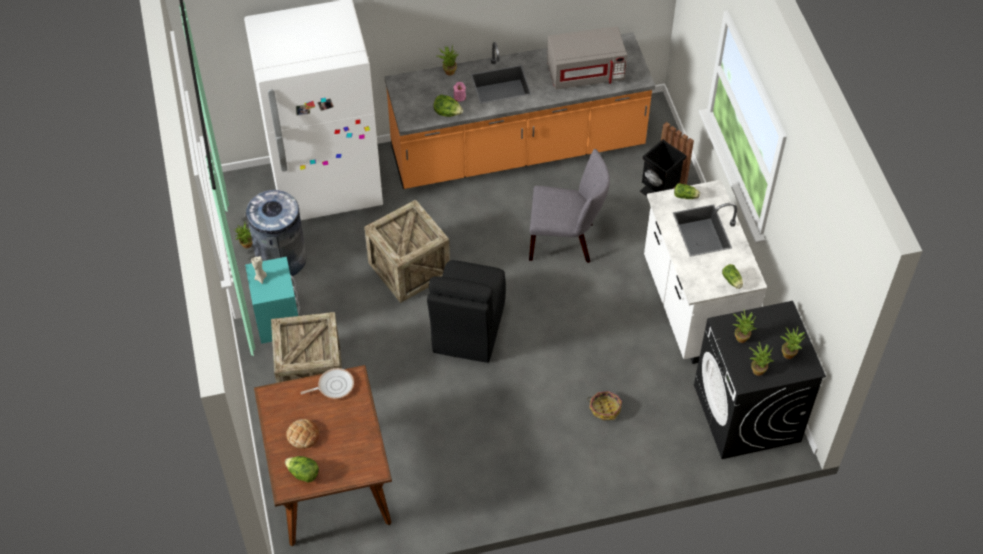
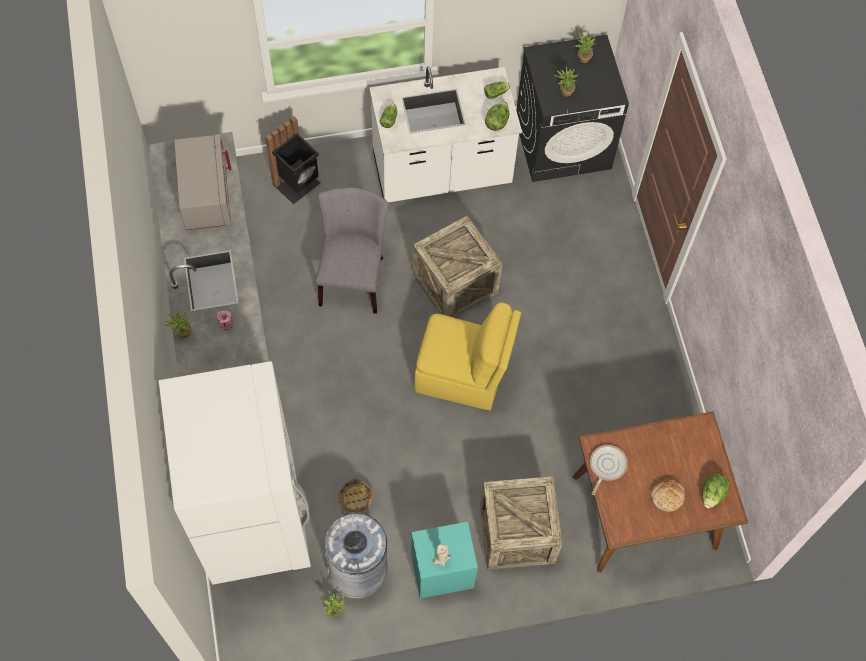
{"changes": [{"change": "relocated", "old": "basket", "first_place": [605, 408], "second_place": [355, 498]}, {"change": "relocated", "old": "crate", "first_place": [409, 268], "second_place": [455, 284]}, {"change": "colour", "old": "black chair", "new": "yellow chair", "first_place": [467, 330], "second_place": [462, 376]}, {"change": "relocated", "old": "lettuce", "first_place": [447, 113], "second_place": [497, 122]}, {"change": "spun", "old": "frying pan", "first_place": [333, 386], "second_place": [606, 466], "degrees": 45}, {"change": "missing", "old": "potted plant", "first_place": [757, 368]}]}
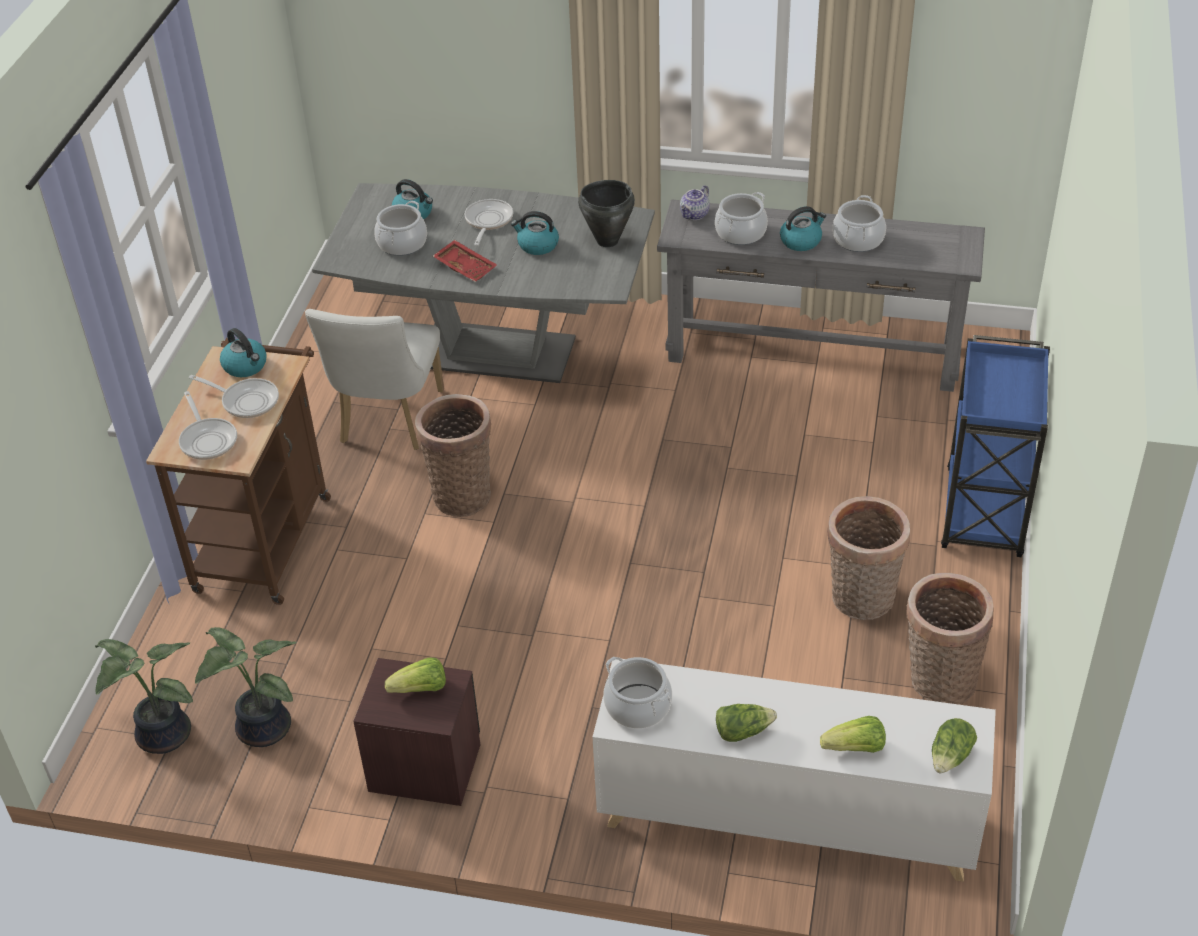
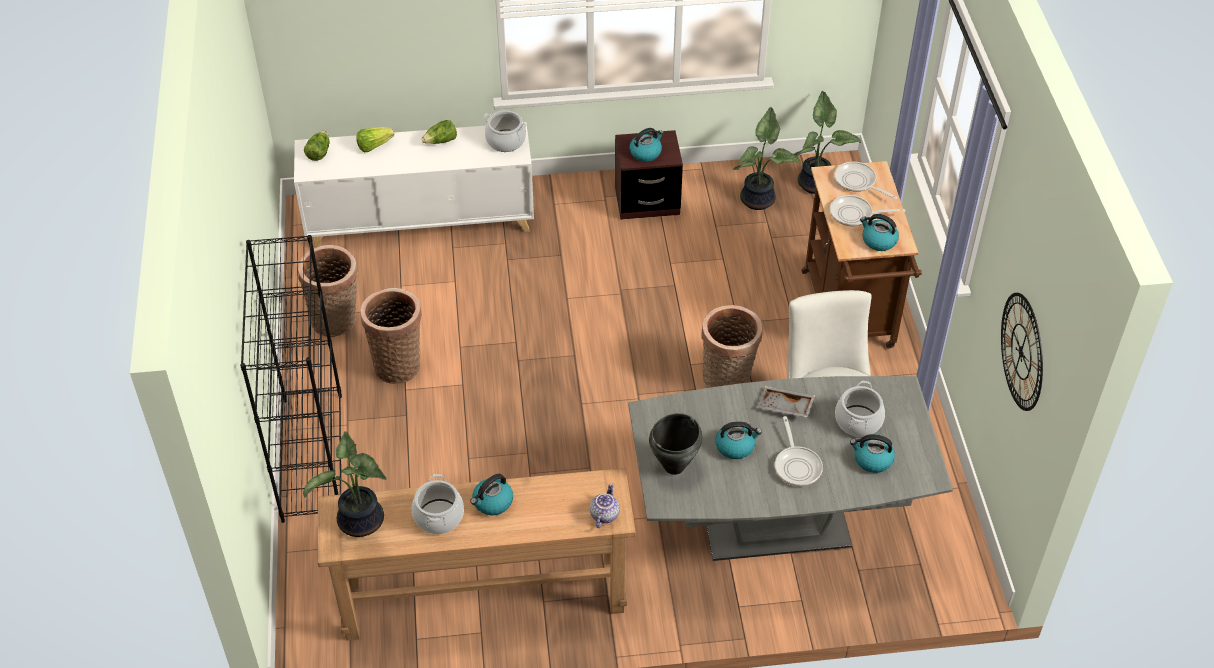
{"changes": [{"change": "exchanged", "old": "blue cart", "new": "black bookcase", "first_place": [983, 514], "second_place": [311, 456]}, {"change": "appeared", "new": "potted plant", "second_place": [360, 523]}, {"change": "colour", "old": "grey console table", "new": "brown console table", "first_place": [813, 353], "second_place": [483, 595]}, {"change": "exchanged", "old": "lettuce", "new": "kettle", "first_place": [421, 689], "second_place": [646, 153]}, {"change": "colour", "old": "red tray", "new": "grey tray", "first_place": [466, 267], "second_place": [785, 407]}, {"change": "appeared", "new": "wall clock", "second_place": [1021, 351]}, {"change": "missing", "old": "cooking pot", "first_place": [740, 233]}]}
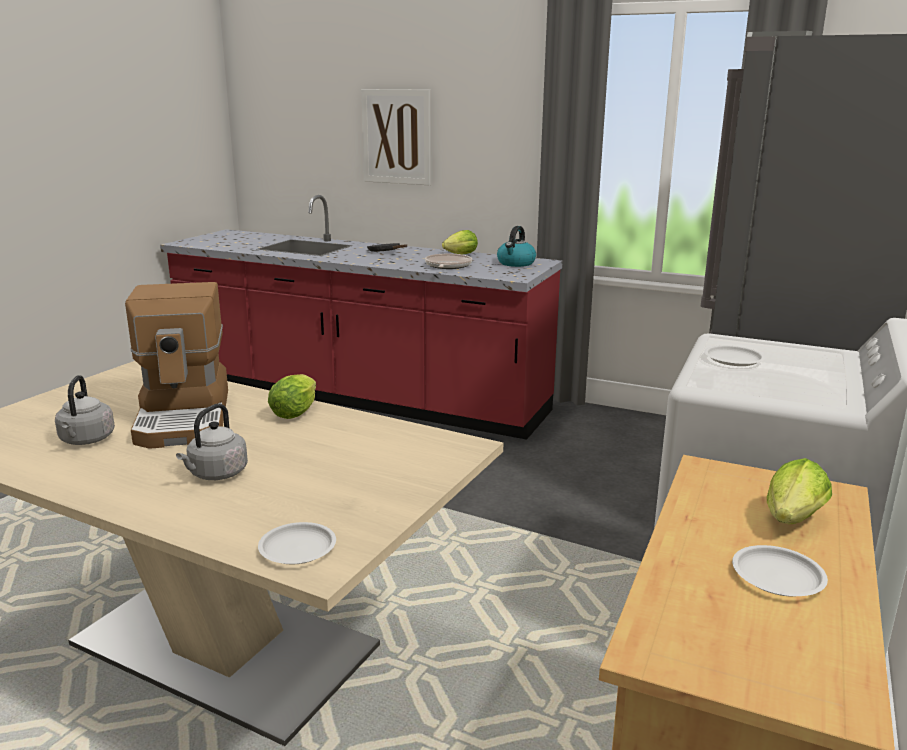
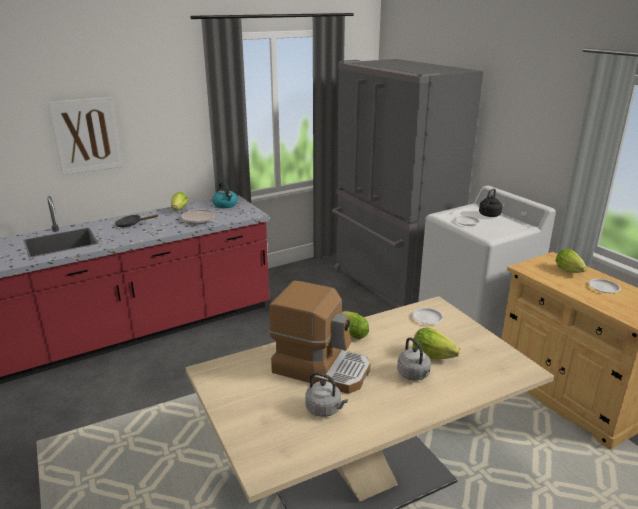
{"changes": [{"change": "relocated", "old": "white plate", "first_place": [298, 548], "second_place": [427, 318]}, {"change": "appeared", "new": "lettuce", "second_place": [432, 355]}, {"change": "appeared", "new": "black kettle", "second_place": [488, 215]}]}
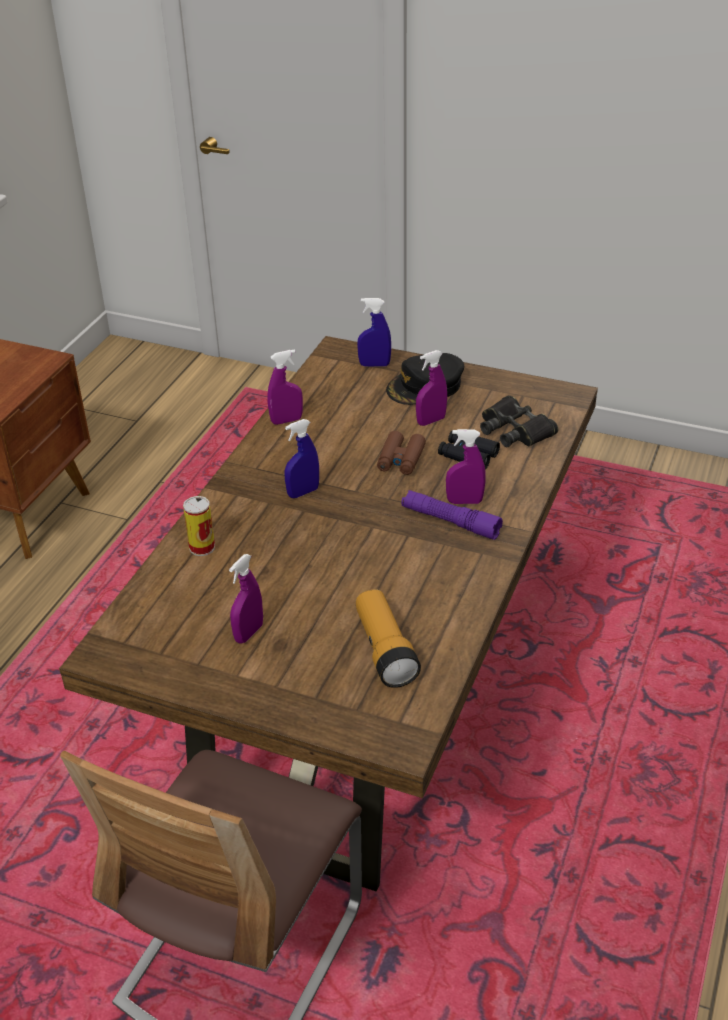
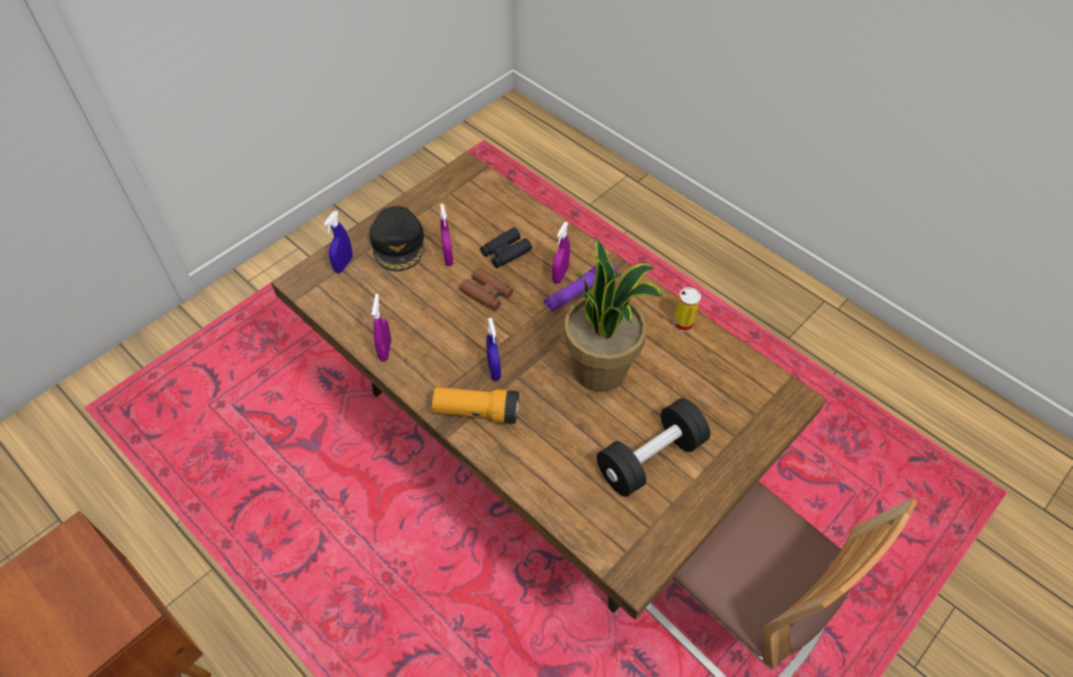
{"changes": [{"change": "relocated", "old": "flashlight", "first_place": [385, 650], "second_place": [476, 412]}, {"change": "appeared", "new": "potted plant", "second_place": [601, 369]}, {"change": "exchanged", "old": "purple spray bottle", "new": "black dumbbell", "first_place": [248, 633], "second_place": [650, 458]}, {"change": "relocated", "old": "can", "first_place": [202, 547], "second_place": [683, 323]}, {"change": "missing", "old": "black binoculars", "first_place": [515, 430]}]}
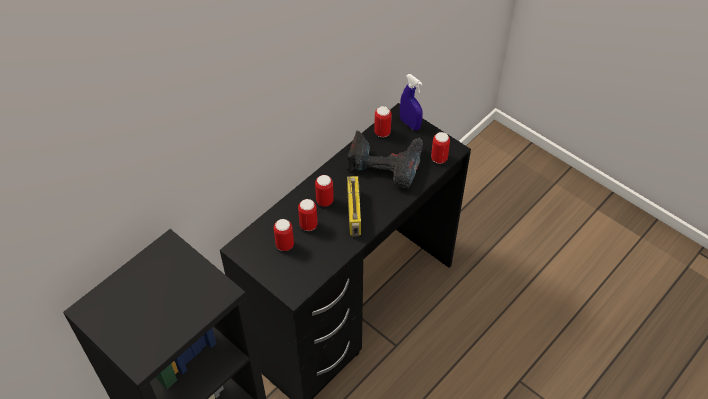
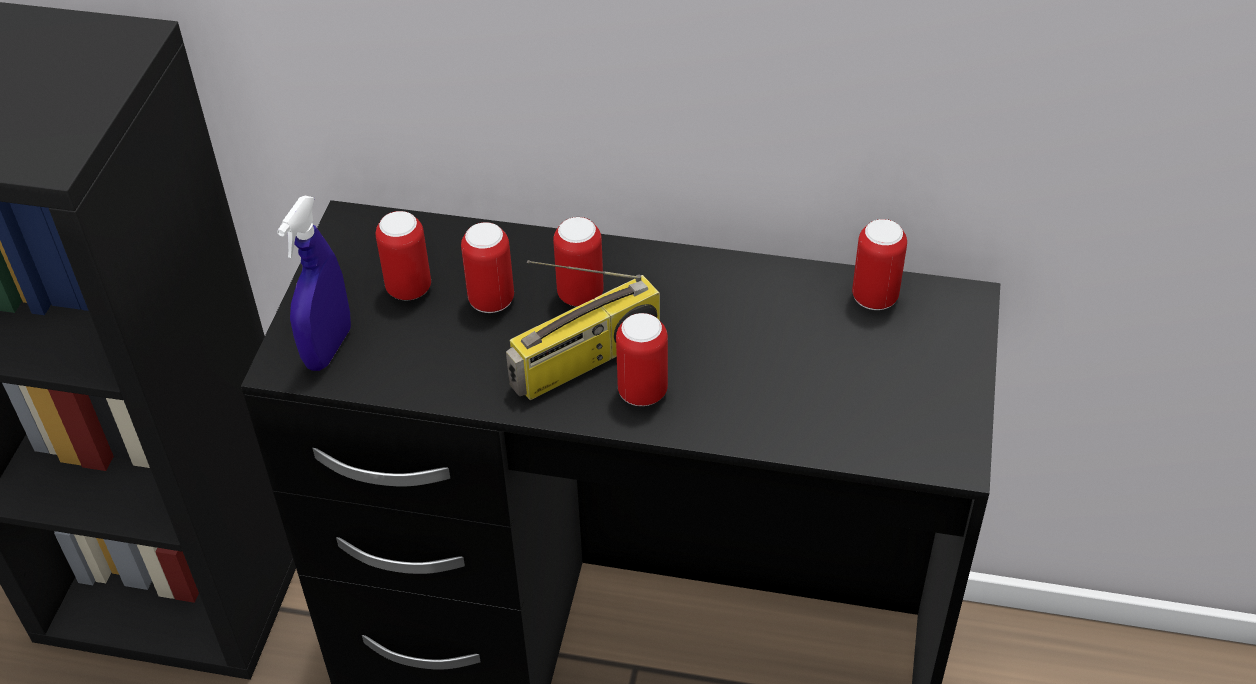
{"changes": [{"change": "relocated", "old": "blue spray bottle", "first_place": [410, 124], "second_place": [328, 348]}, {"change": "relocated", "old": "can", "first_place": [439, 158], "second_place": [642, 392]}, {"change": "missing", "old": "power drill", "first_place": [385, 163]}]}
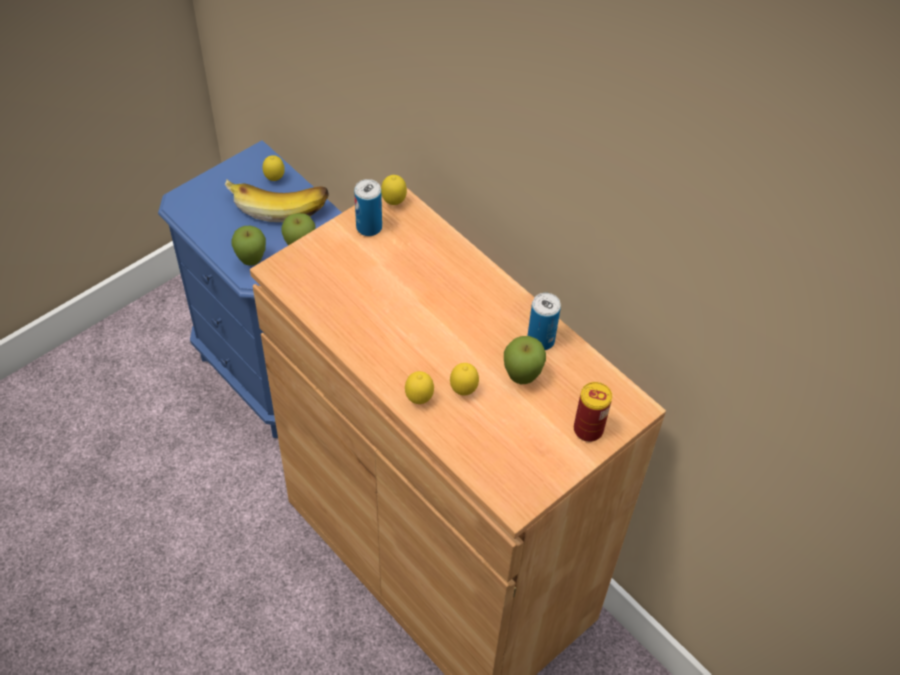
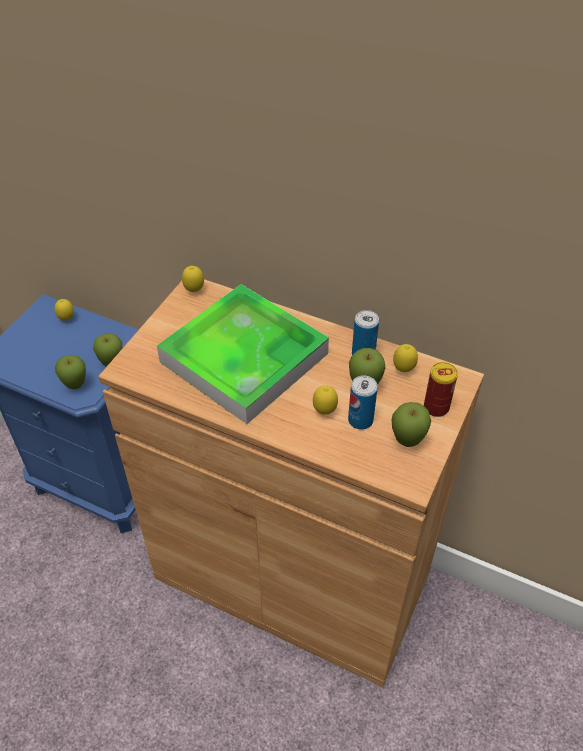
{"changes": [{"change": "appeared", "new": "tray", "second_place": [244, 358]}, {"change": "relocated", "old": "can", "first_place": [369, 227], "second_place": [360, 420]}, {"change": "appeared", "new": "apple", "second_place": [407, 442]}, {"change": "relocated", "old": "lemon", "first_place": [419, 399], "second_place": [403, 370]}, {"change": "missing", "old": "banana", "first_place": [279, 203]}]}
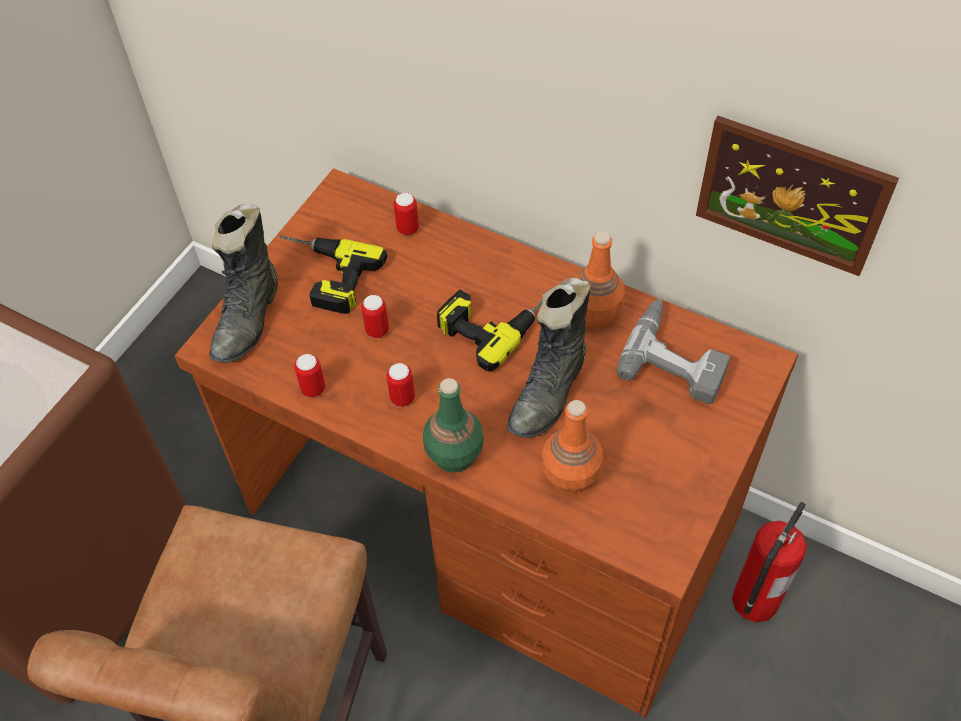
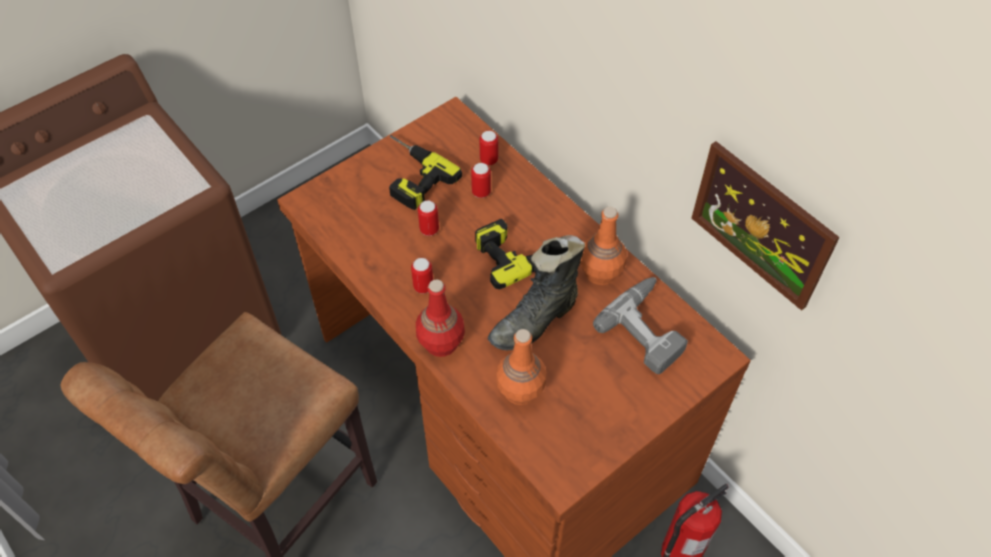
{"changes": [{"change": "colour", "old": "green bottle", "new": "red bottle", "first_place": [454, 455], "second_place": [440, 342]}, {"change": "relocated", "old": "can", "first_place": [313, 389], "second_place": [481, 192]}, {"change": "missing", "old": "black boot", "first_place": [249, 318]}]}
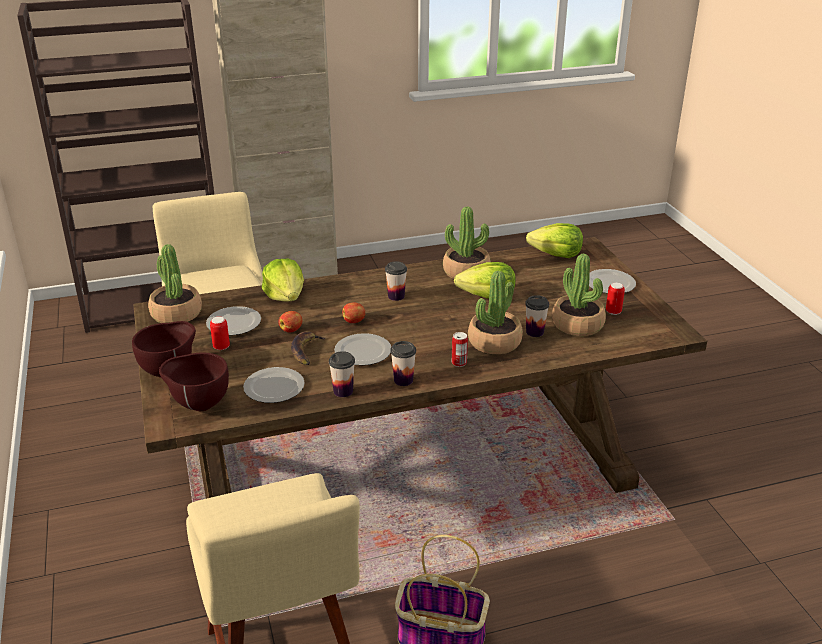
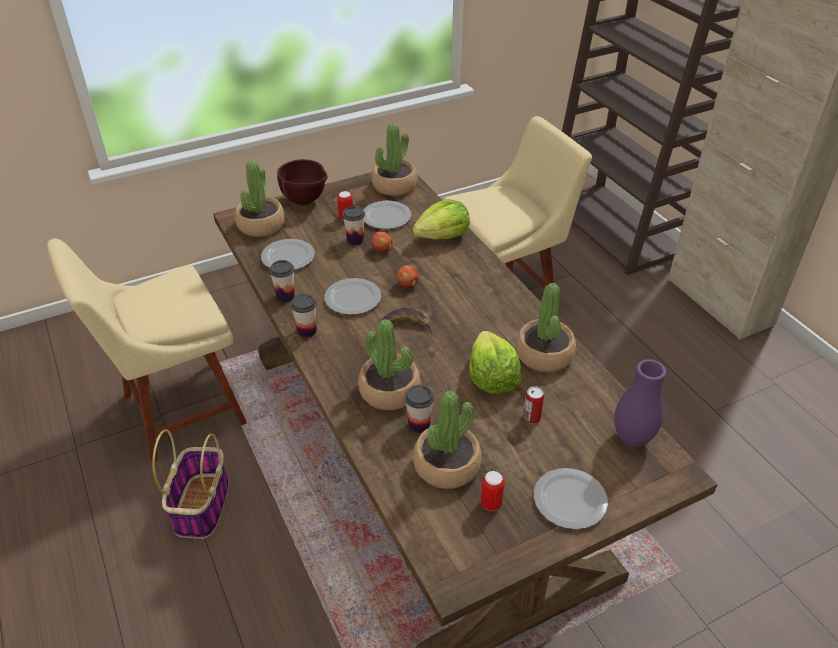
{"changes": [{"change": "exchanged", "old": "brown bowl", "new": "potted plant", "first_place": [198, 405], "second_place": [261, 225]}, {"change": "relocated", "old": "cup", "first_place": [396, 296], "second_place": [355, 240]}, {"change": "relocated", "old": "banana", "first_place": [306, 351], "second_place": [405, 325]}, {"change": "relocated", "old": "can", "first_place": [459, 363], "second_place": [531, 418]}, {"change": "exchanged", "old": "lettuce", "new": "purple vase", "first_place": [556, 255], "second_place": [632, 438]}]}
